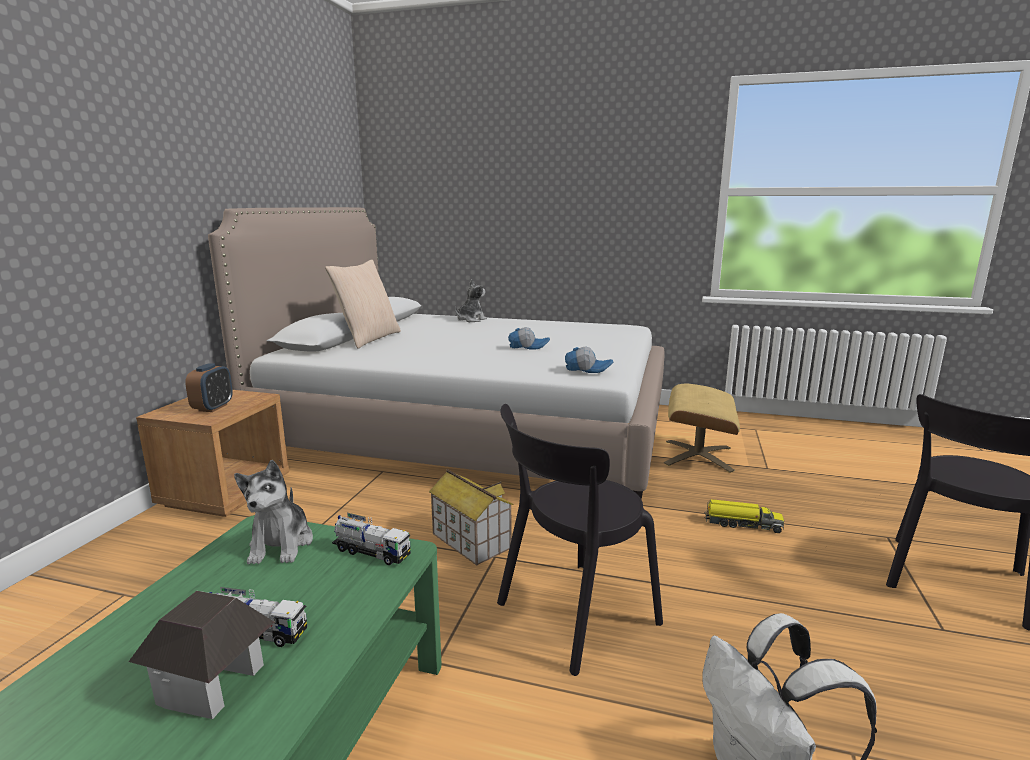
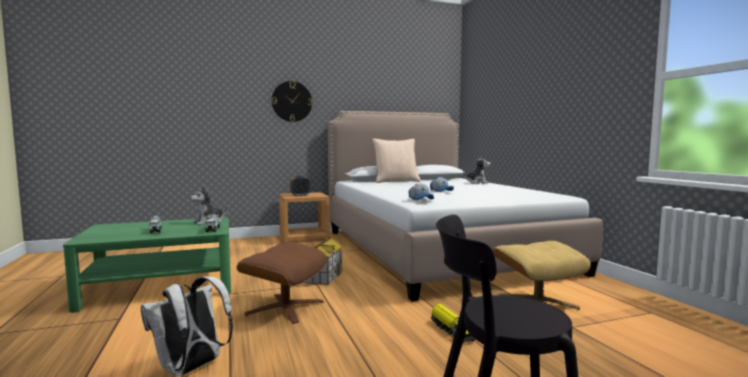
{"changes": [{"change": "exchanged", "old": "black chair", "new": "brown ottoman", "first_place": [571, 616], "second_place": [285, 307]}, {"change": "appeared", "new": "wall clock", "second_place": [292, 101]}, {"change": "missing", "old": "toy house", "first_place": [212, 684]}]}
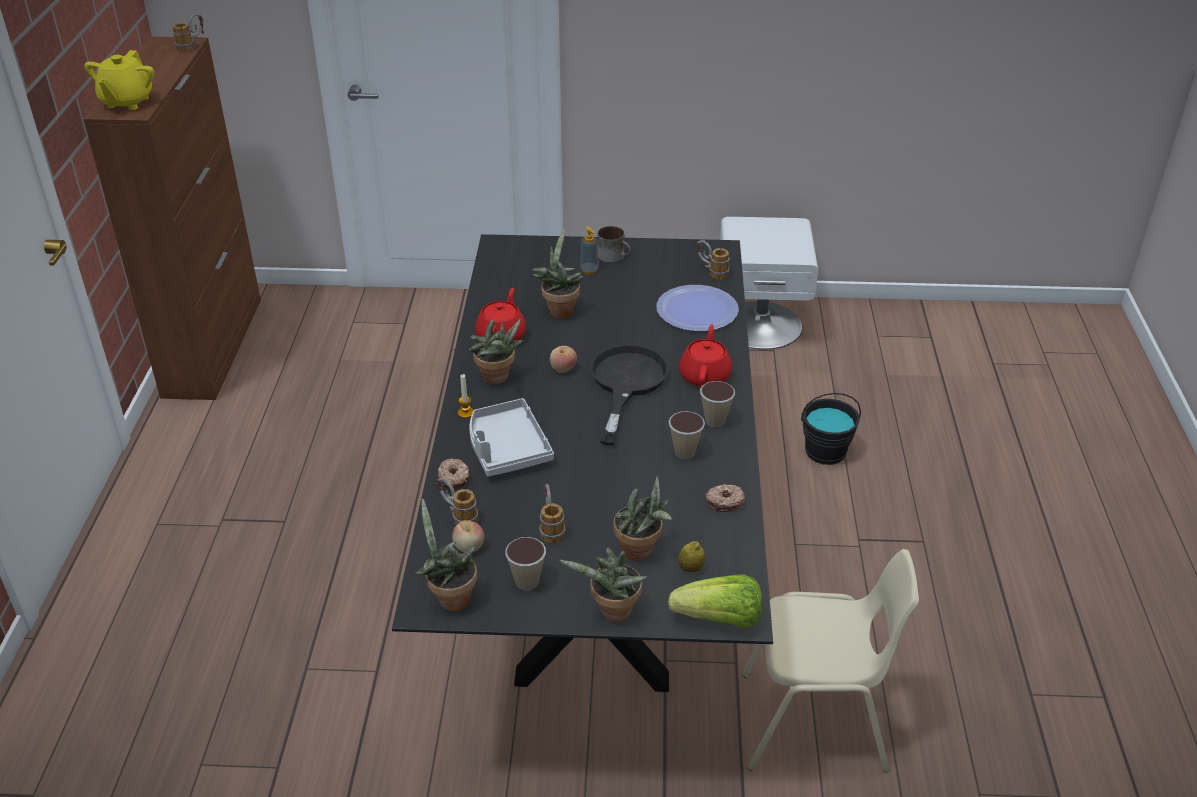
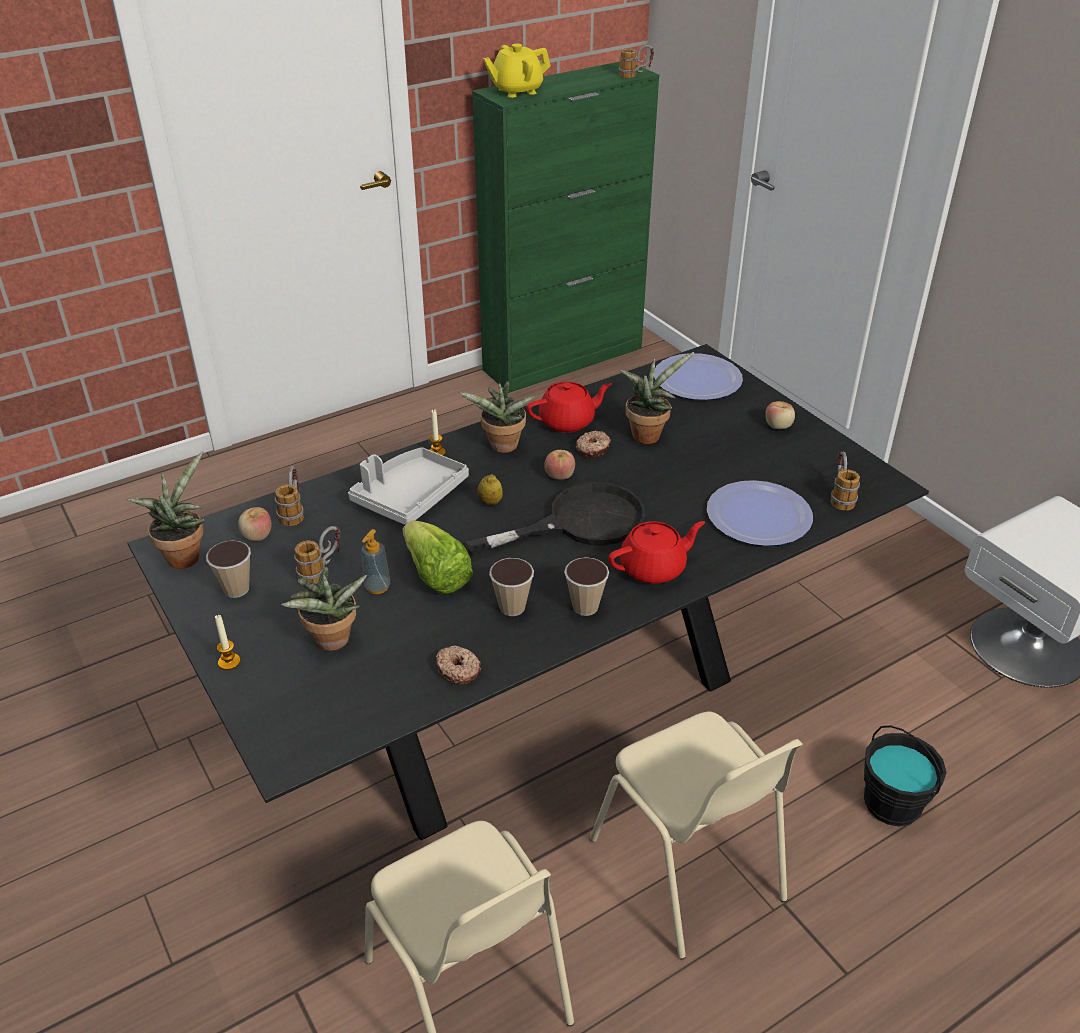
{"changes": [{"change": "exchanged", "old": "potted plant", "new": "candle", "first_place": [612, 613], "second_place": [229, 662]}, {"change": "relocated", "old": "soap dispenser", "first_place": [589, 270], "second_place": [377, 587]}, {"change": "relocated", "old": "lettuce", "first_place": [720, 619], "second_place": [436, 575]}, {"change": "colour", "old": "brown cabinet", "new": "green cabinet", "first_place": [213, 346], "second_place": [564, 359]}, {"change": "relocated", "old": "lemon", "first_place": [691, 568], "second_place": [490, 502]}, {"change": "relocated", "old": "donut", "first_place": [454, 478], "second_place": [593, 449]}, {"change": "appeared", "new": "beige chair", "second_place": [688, 870]}, {"change": "appeared", "new": "plate", "second_place": [697, 379]}, {"change": "exchanged", "old": "mug", "new": "apple", "first_place": [614, 256], "second_place": [778, 426]}]}
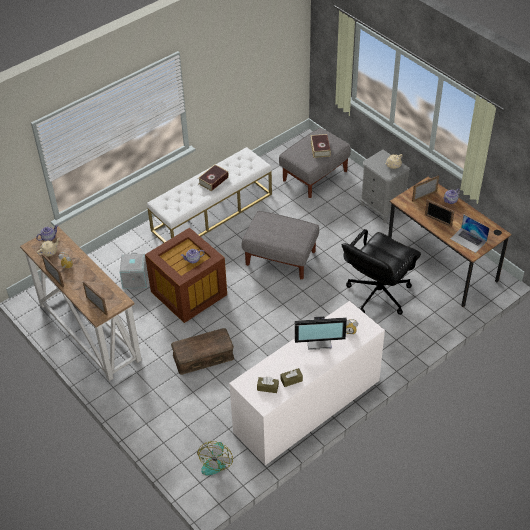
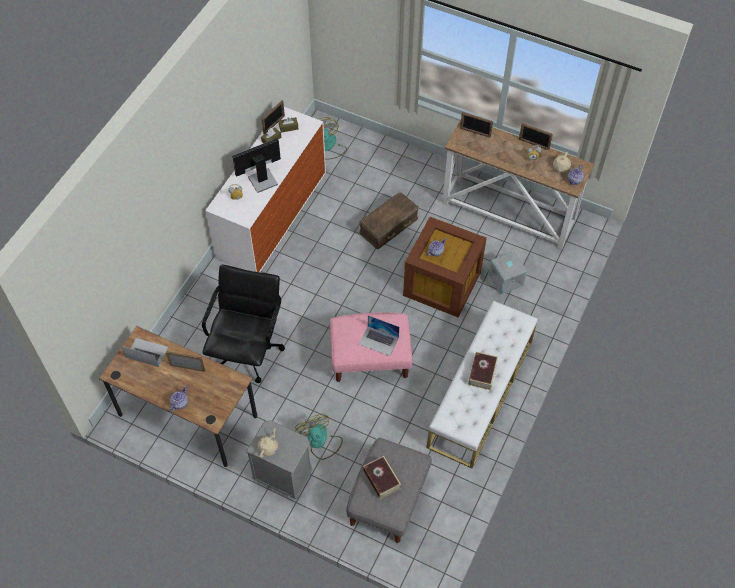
{"changes": [{"change": "relocated", "old": "picture frame", "first_place": [424, 196], "second_place": [274, 125]}, {"change": "appeared", "new": "fan", "second_place": [320, 442]}, {"change": "colour", "old": "grey ottoman", "new": "pink ottoman", "first_place": [281, 258], "second_place": [370, 359]}, {"change": "appeared", "new": "laptop", "second_place": [379, 341]}]}
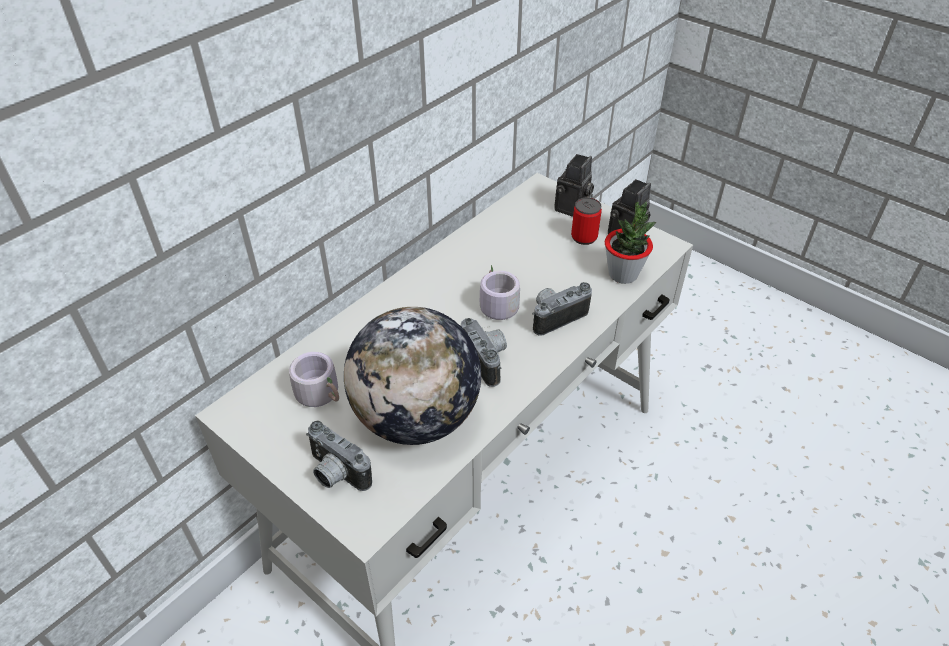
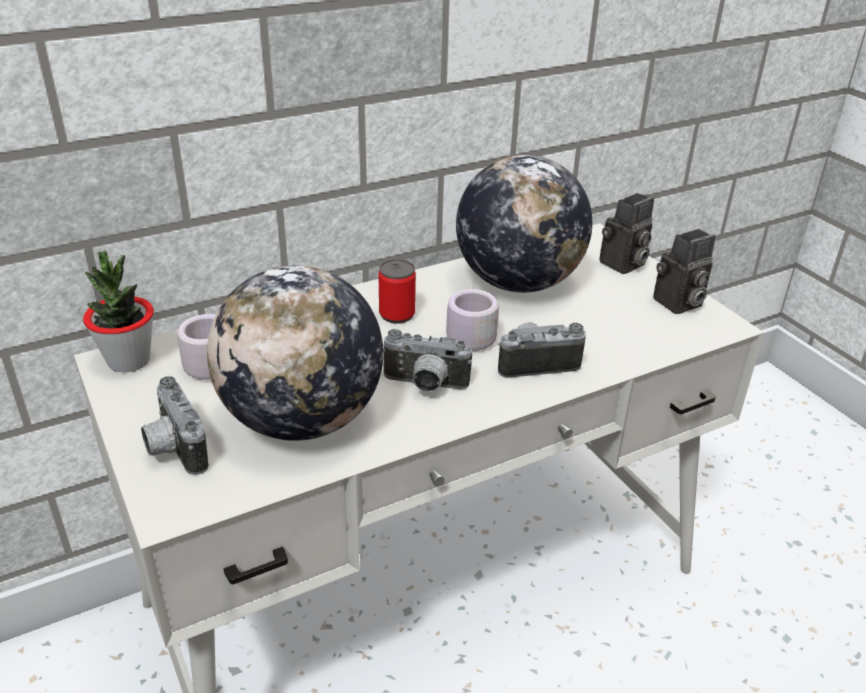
{"changes": [{"change": "relocated", "old": "potted plant", "first_place": [623, 274], "second_place": [129, 361]}, {"change": "relocated", "old": "can", "first_place": [584, 237], "second_place": [397, 314]}, {"change": "spun", "old": "photo camera", "first_place": [488, 360], "second_place": [424, 386], "degrees": 105}, {"change": "appeared", "new": "globe", "second_place": [517, 283]}]}
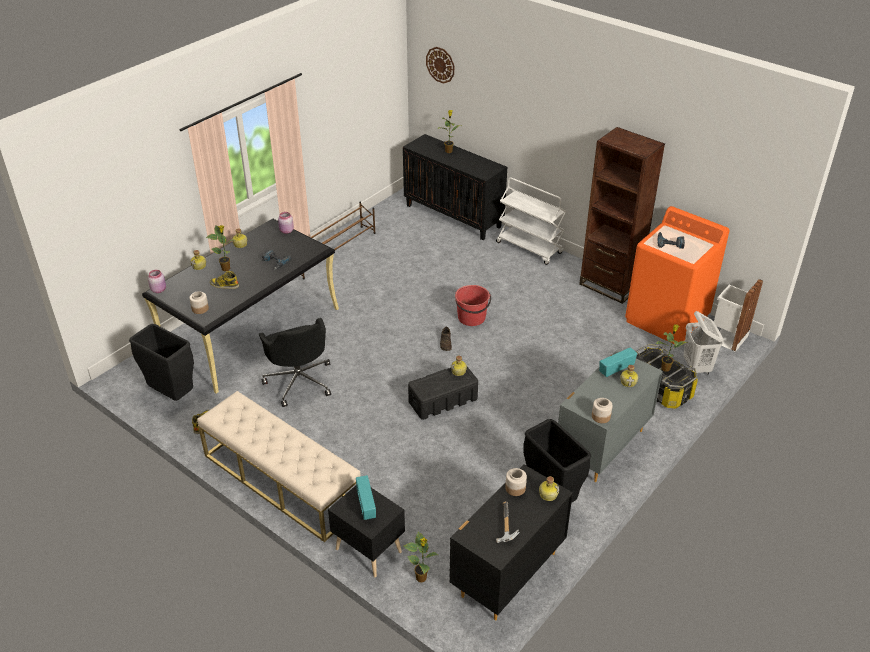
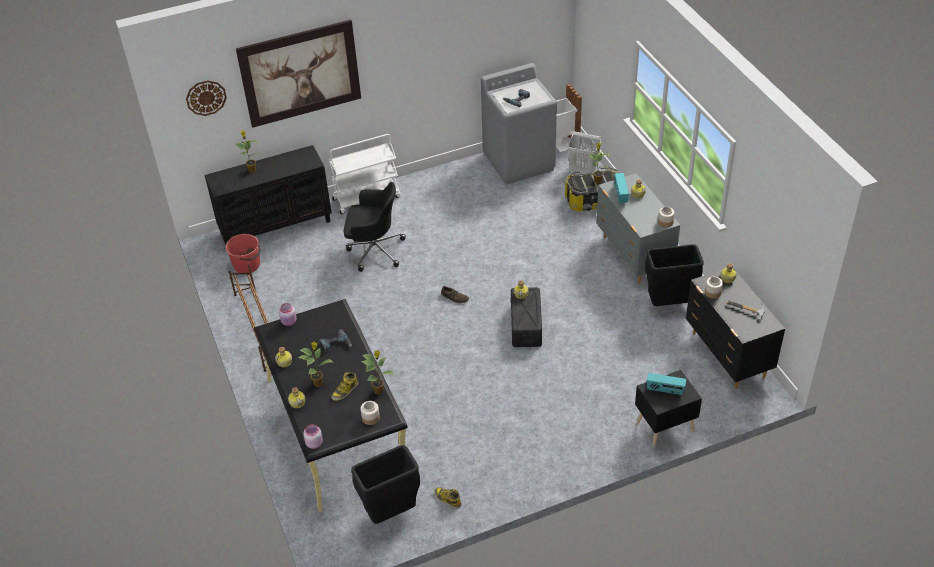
{"changes": [{"change": "relocated", "old": "red bucket", "first_place": [472, 318], "second_place": [247, 265]}, {"change": "appeared", "new": "picture", "second_place": [300, 73]}, {"change": "relocated", "old": "black office chair", "first_place": [299, 381], "second_place": [374, 250]}, {"change": "relocated", "old": "potted plant", "first_place": [421, 578], "second_place": [379, 391]}, {"change": "colour", "old": "orange washing machine", "new": "grey washing machine", "first_place": [667, 319], "second_place": [519, 162]}, {"change": "missing", "old": "beige bench", "first_place": [281, 481]}, {"change": "missing", "old": "brown bookcase", "first_place": [609, 285]}]}
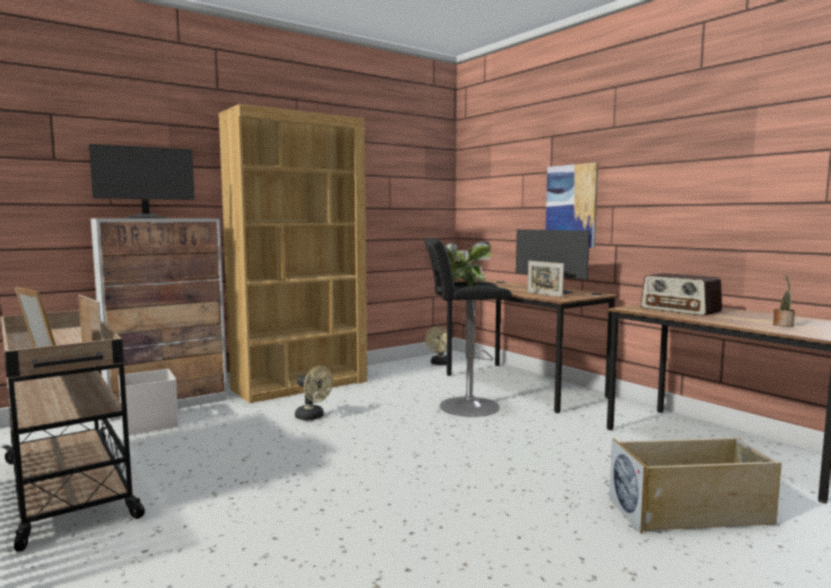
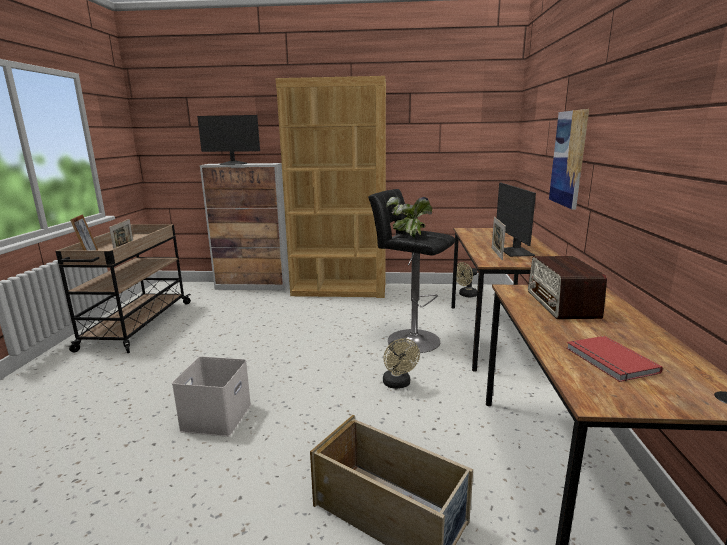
{"changes": [{"change": "relocated", "old": "white storage box", "first_place": [148, 424], "second_place": [216, 416]}, {"change": "relocated", "old": "beige fan", "first_place": [313, 417], "second_place": [398, 384]}, {"change": "exchanged", "old": "potted plant", "new": "red book", "first_place": [783, 325], "second_place": [609, 361]}]}
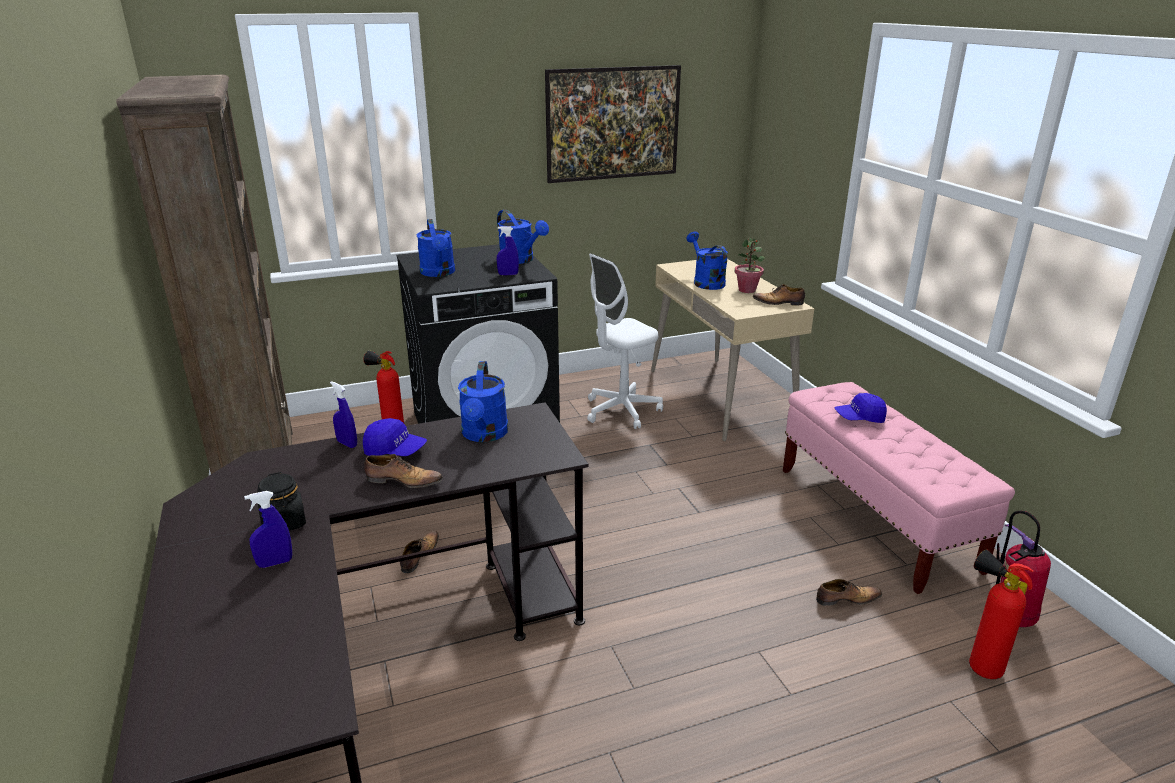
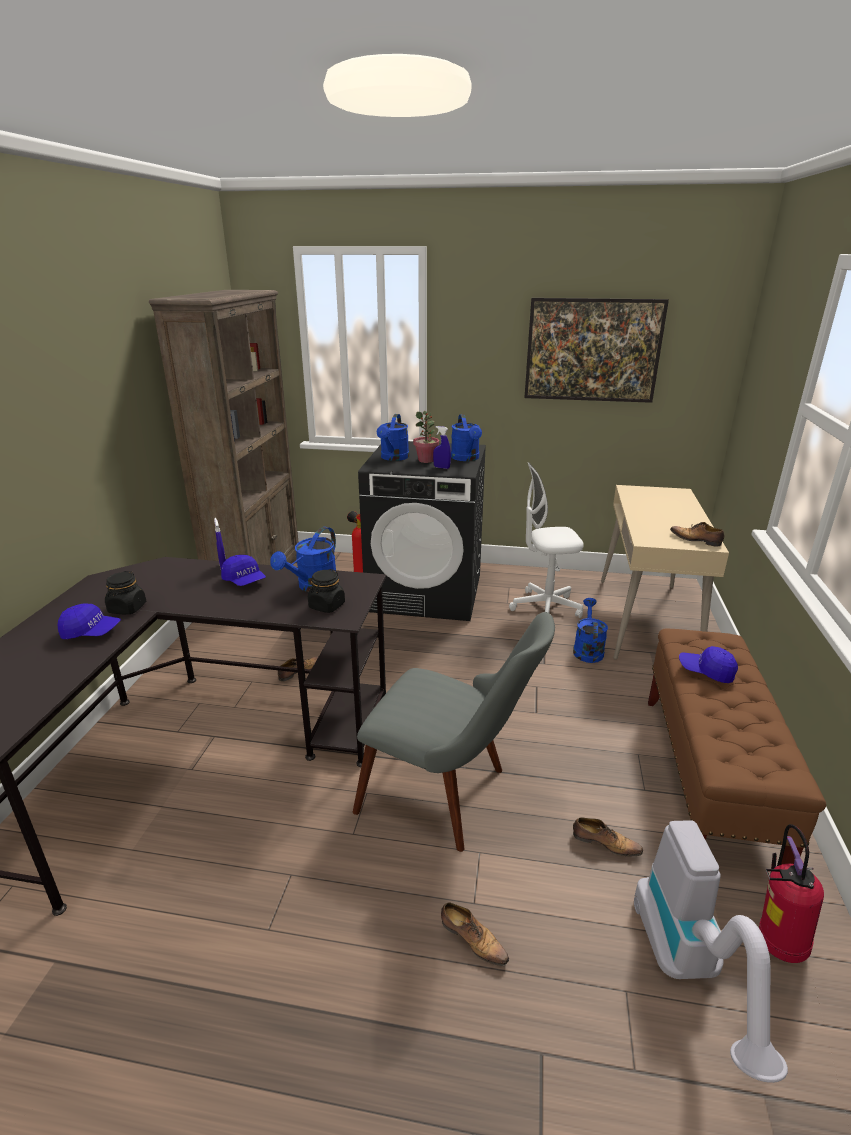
{"changes": [{"change": "exchanged", "old": "blue spray bottle", "new": "blue cap", "first_place": [275, 563], "second_place": [91, 632]}, {"change": "appeared", "new": "black jar", "second_place": [326, 606]}, {"change": "appeared", "new": "grey chair", "second_place": [450, 795]}, {"change": "relocated", "old": "potted plant", "first_place": [747, 290], "second_place": [426, 460]}, {"change": "relocated", "old": "shoe", "first_place": [403, 481], "second_place": [472, 939]}, {"change": "relocated", "old": "blue watering can", "first_place": [706, 282], "second_place": [587, 649]}, {"change": "exchanged", "old": "fire extinguisher", "new": "vacuum cleaner", "first_place": [978, 665], "second_place": [690, 972]}, {"change": "colour", "old": "pink bench", "new": "brown bench", "first_place": [875, 518], "second_place": [706, 780]}]}
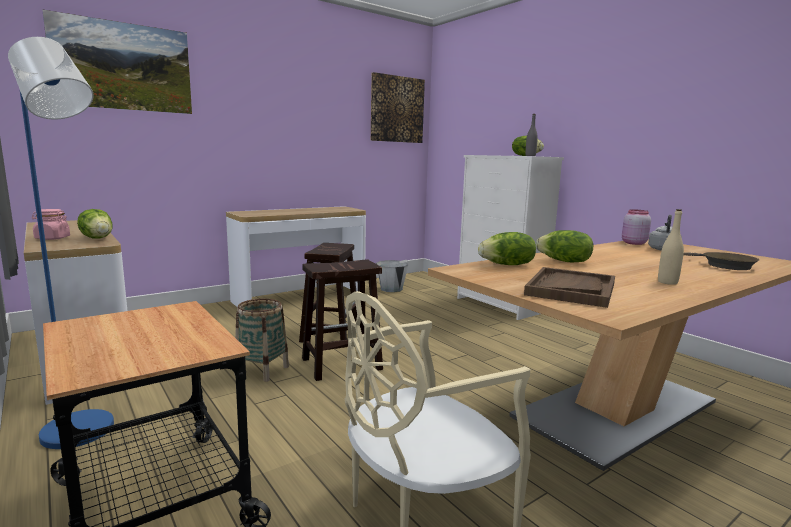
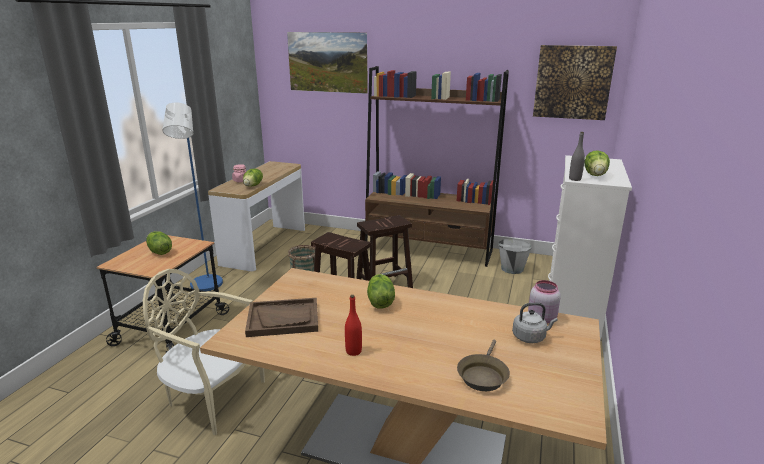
{"changes": [{"change": "relocated", "old": "lettuce", "first_place": [507, 265], "second_place": [159, 252]}, {"change": "colour", "old": "beige bottle", "new": "red bottle", "first_place": [667, 282], "second_place": [353, 351]}, {"change": "exchanged", "old": "console table", "new": "brown bookcase", "first_place": [300, 298], "second_place": [428, 250]}]}
